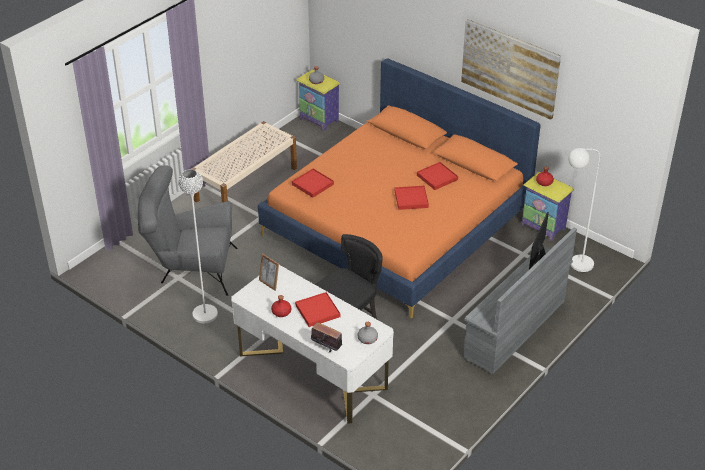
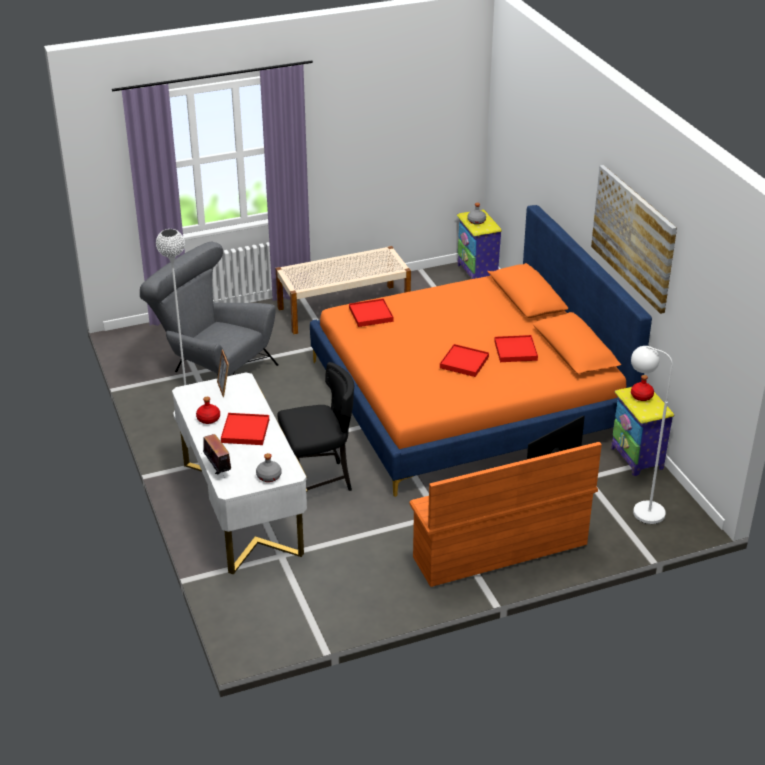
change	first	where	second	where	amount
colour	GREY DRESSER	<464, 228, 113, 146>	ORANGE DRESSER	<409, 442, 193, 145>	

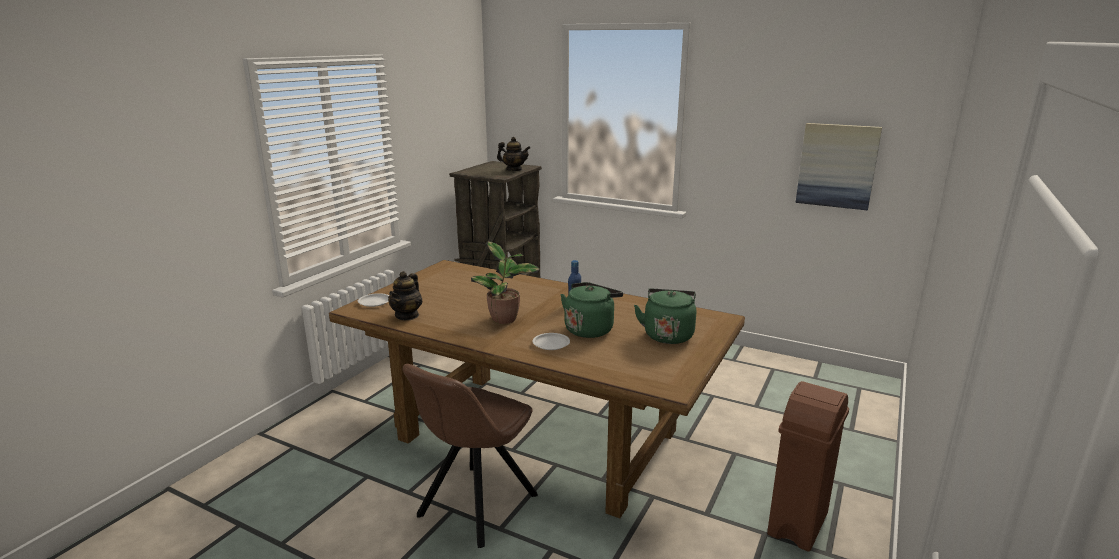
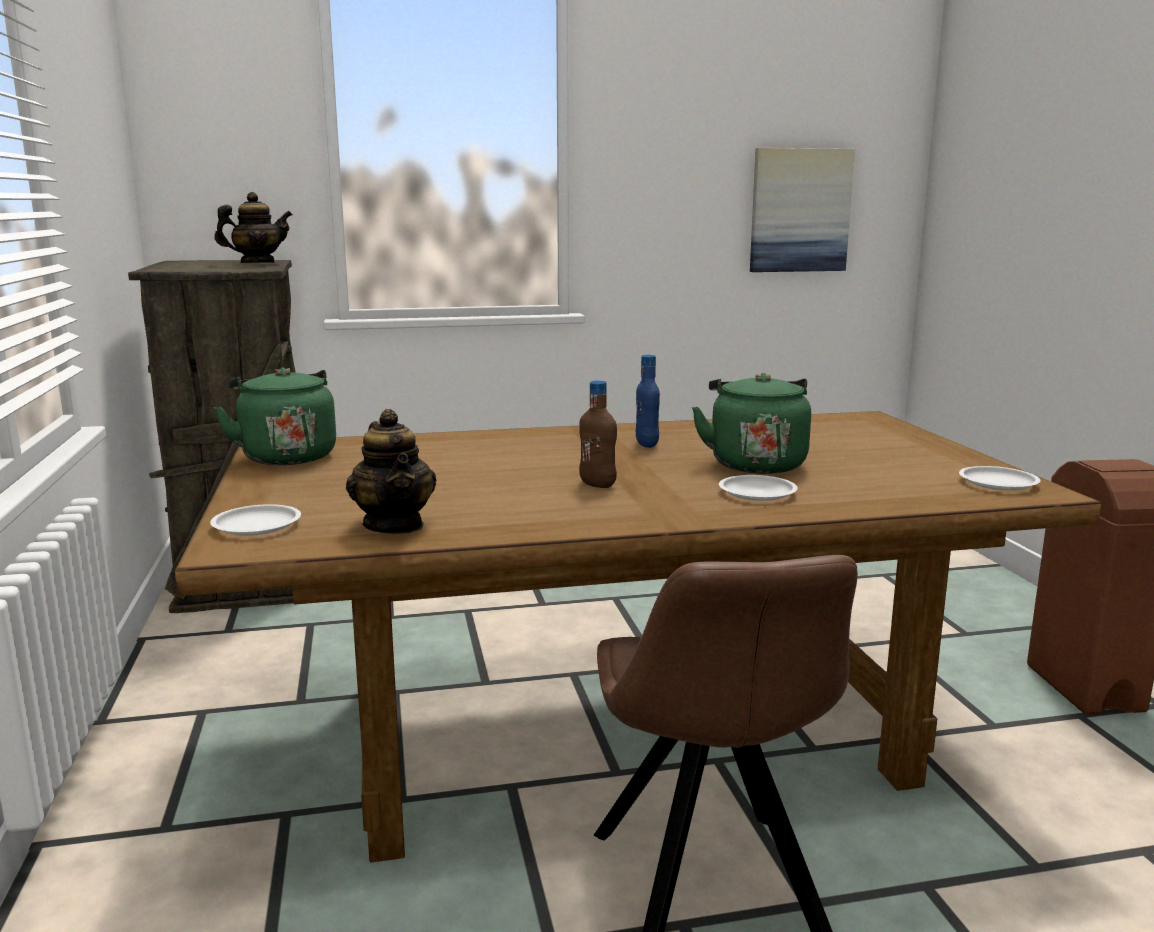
change	first	where	second	where	amount
relocated	GREEN KETTLE	<634, 289, 62, 55>		<214, 367, 122, 98>	
exchanged	POTTED PLANT	<471, 241, 69, 83>	BROWN BOTTLE	<579, 380, 38, 108>	
appeared			WHITE PLATE	<959, 466, 82, 25>	

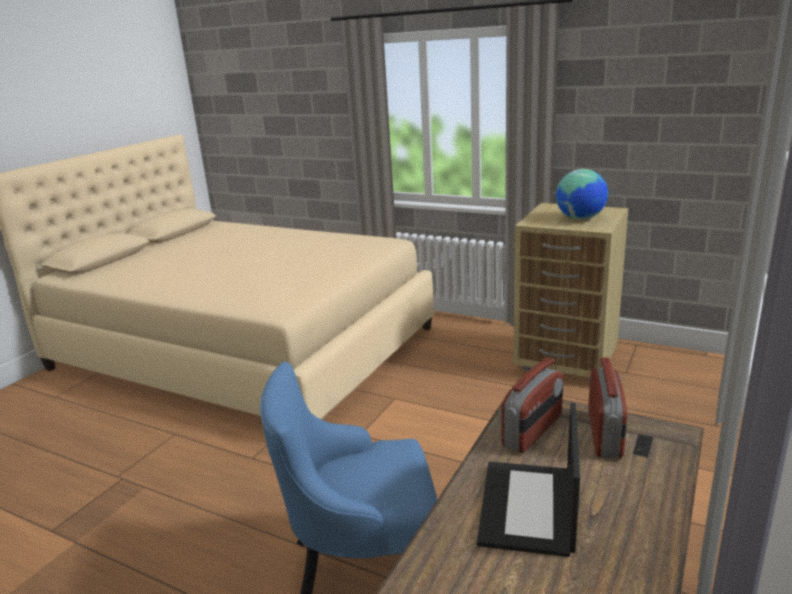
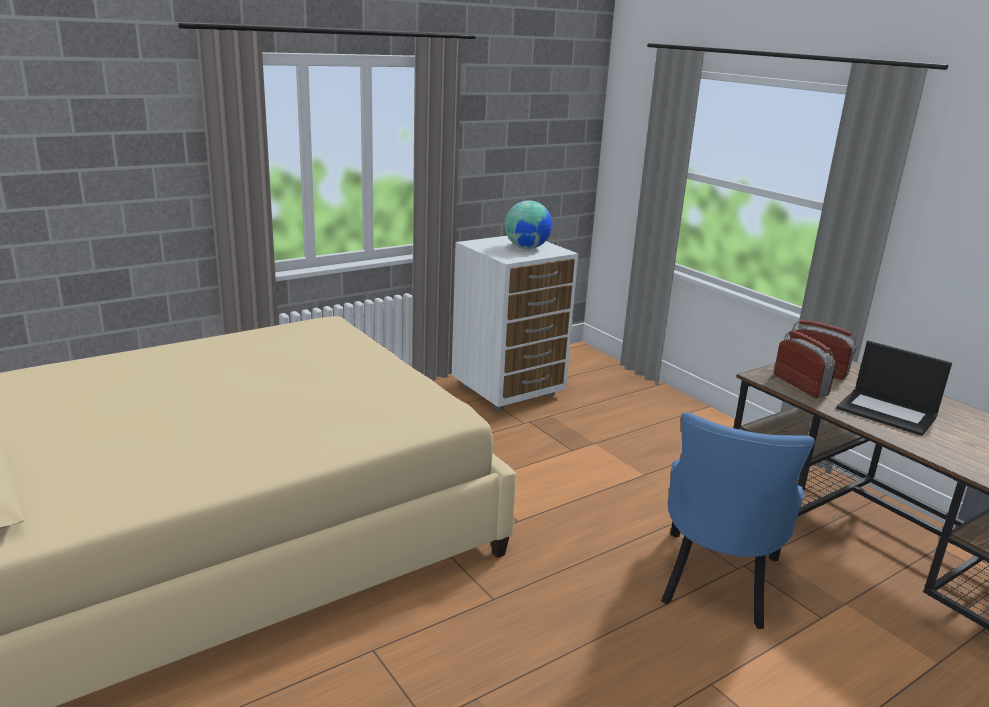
change	first	where	second	where	amount
colour	BROWN DRESSER	<513, 203, 115, 179>	WHITE DRESSER	<452, 236, 126, 175>	

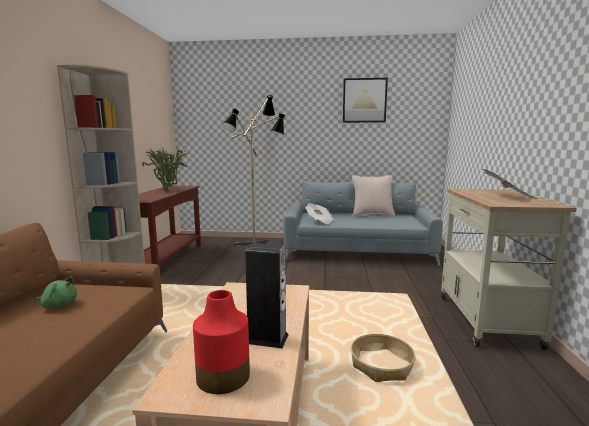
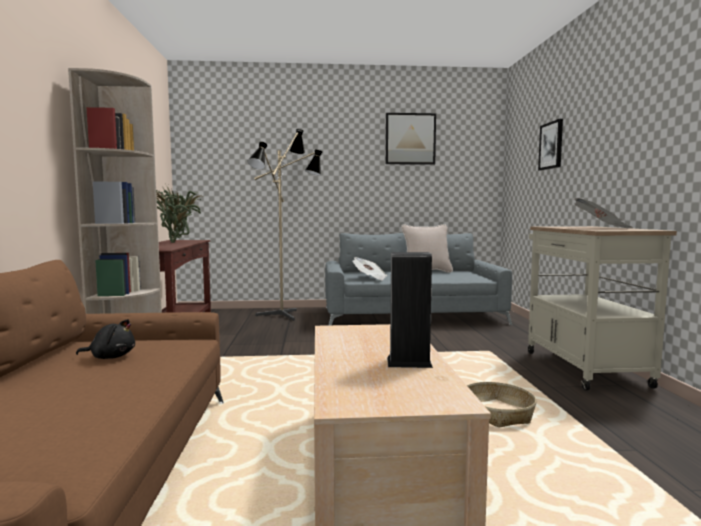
change	first	where	second	where	amount
colour	GREEN PLUSH TOY	<35, 276, 42, 32>	BLACK PLUSH TOY	<76, 319, 59, 40>	
appeared			PICTURE	<538, 119, 25, 52>	
missing	RED VASE	<193, 290, 57, 104>			

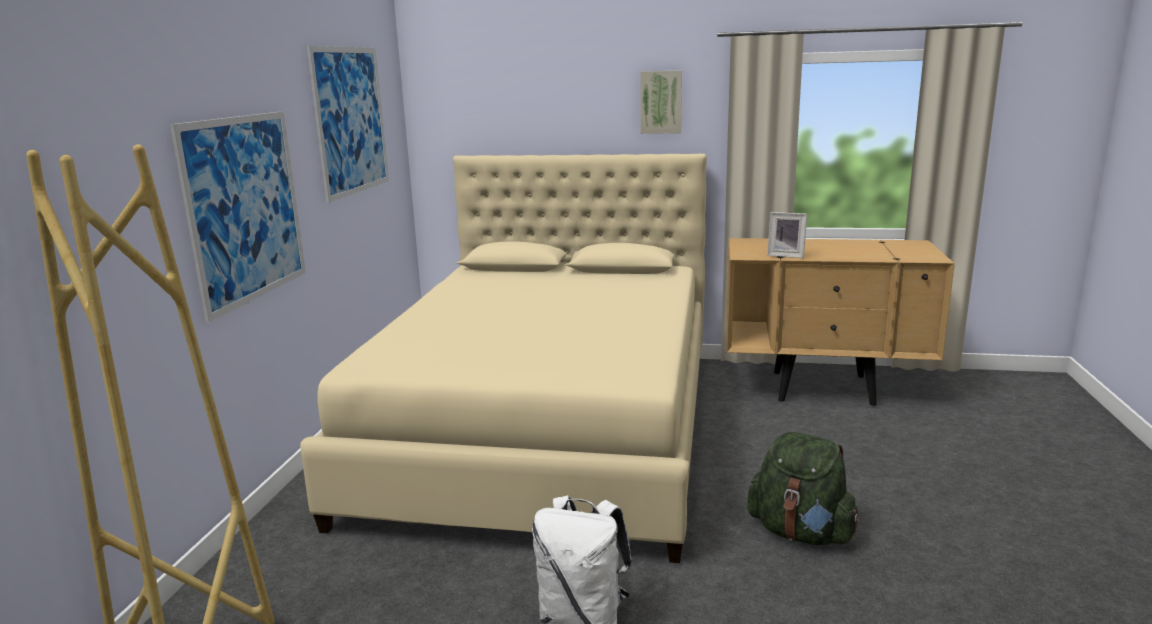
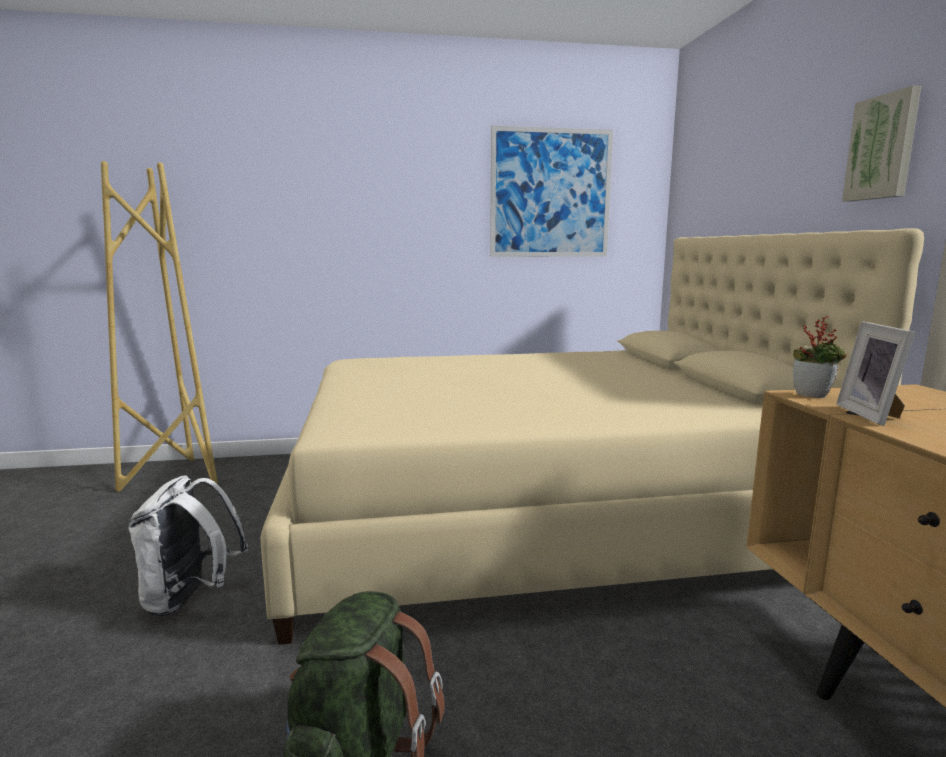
change	first	where	second	where	amount
appeared			POTTED PLANT	<793, 316, 54, 82>	
missing	PICTURE	<170, 111, 136, 211>			

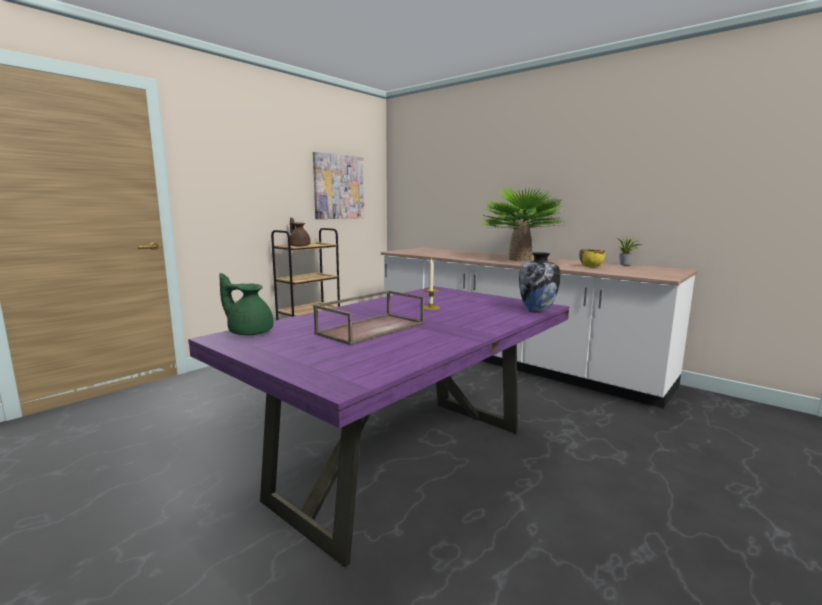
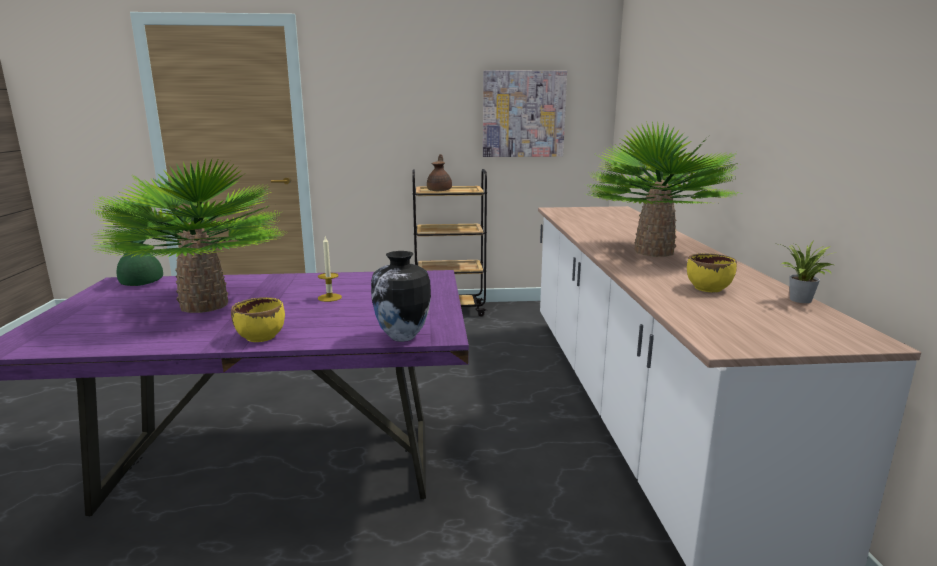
change	first	where	second	where	amount
exchanged	BROWN TRAY	<313, 290, 111, 55>	POTTED PLANT	<90, 158, 196, 155>	
appeared			YELLOW BOWL	<231, 297, 54, 45>	

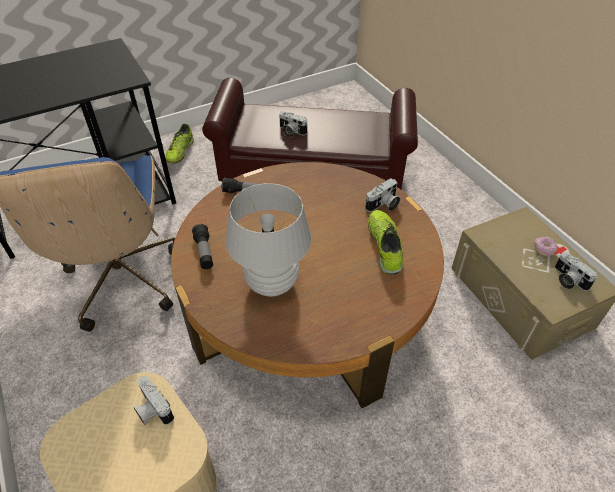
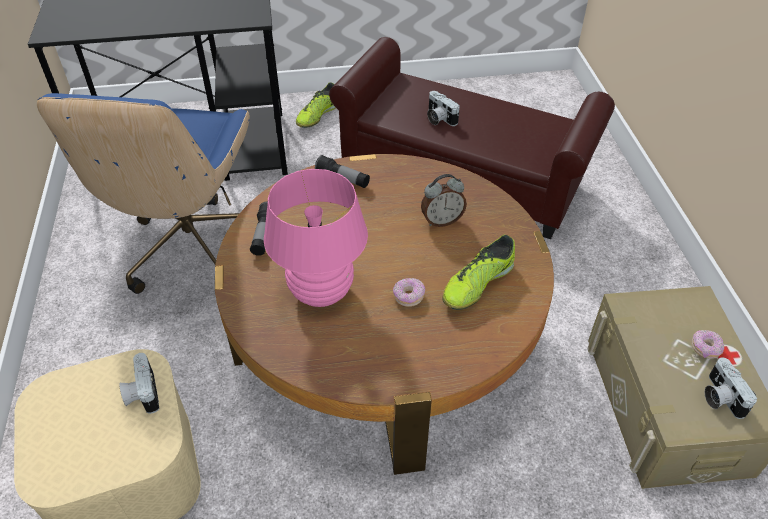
change	first	where	second	where	amount
colour	WHITE TABLE LAMP	<225, 183, 87, 114>	PINK TABLE LAMP	<264, 169, 104, 138>	
appeared			DONUT	<393, 278, 32, 29>	
appeared			ALARM CLOCK	<421, 174, 46, 53>	
spun	SHOE	<368, 210, 35, 64>		<443, 235, 72, 75>	150 degrees counterclockwise
missing	PHOTO CAMERA	<365, 178, 35, 34>			

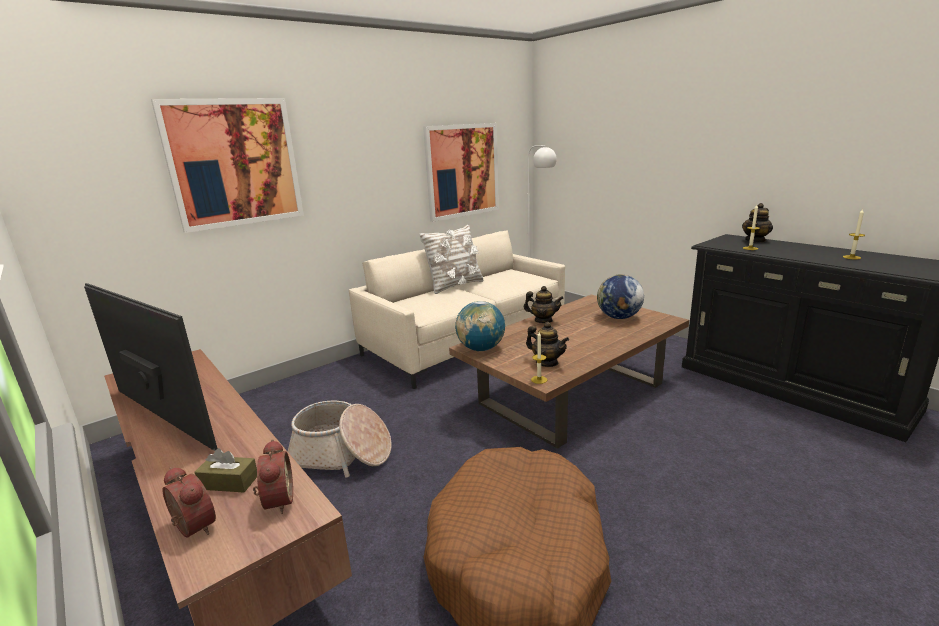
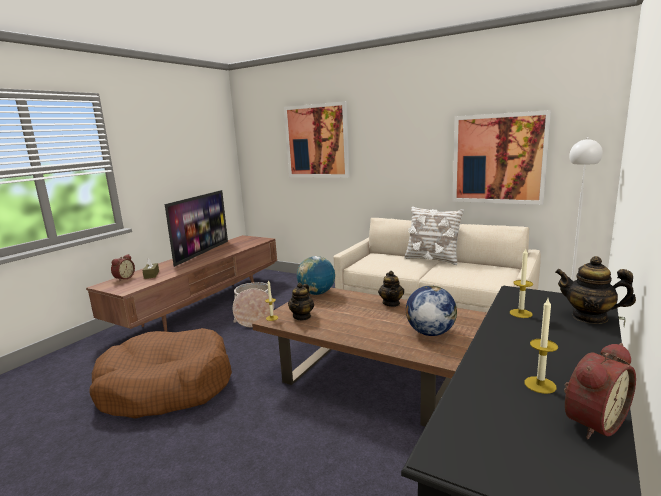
change	first	where	second	where	amount
relocated	ALARM CLOCK	<253, 439, 40, 75>		<564, 343, 72, 96>	

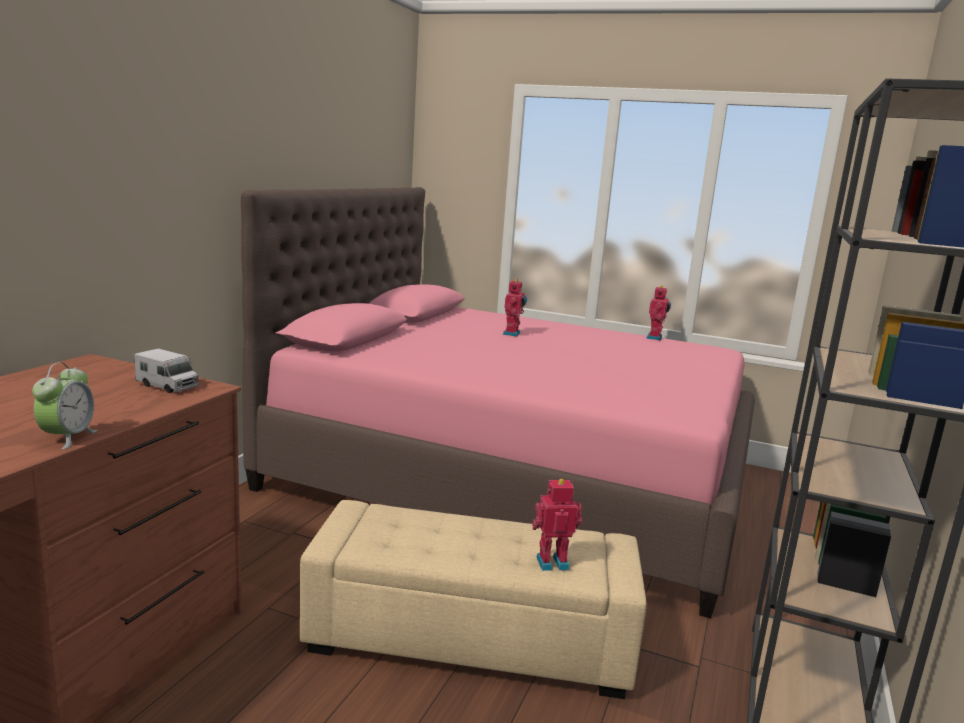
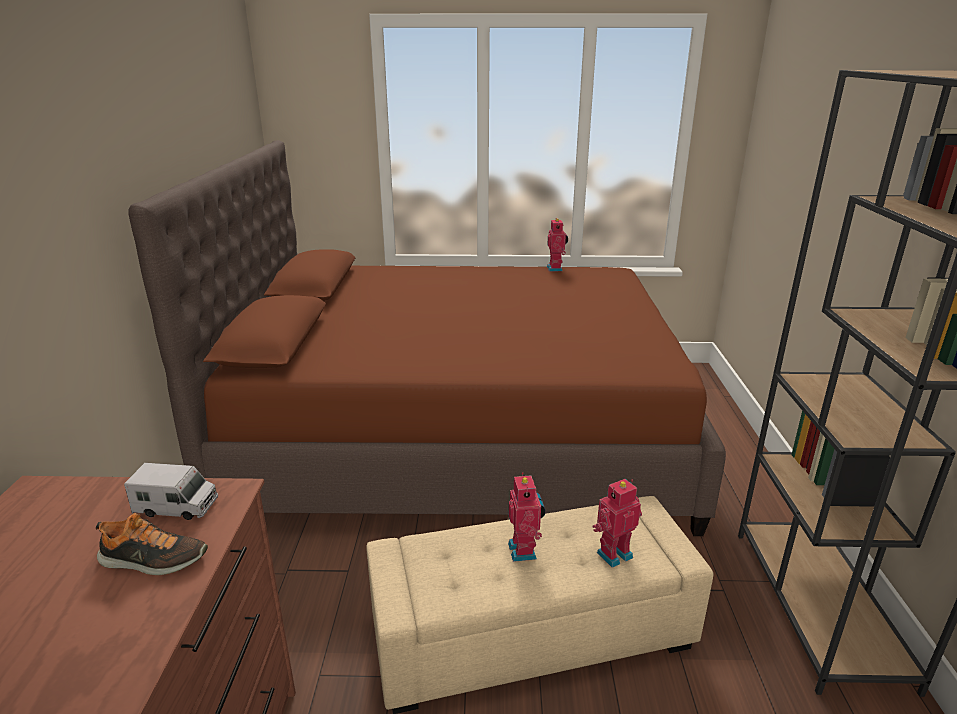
change	first	where	second	where	amount
appeared			SHOE	<96, 513, 112, 62>	
colour	PINK BED	<241, 187, 514, 431>	BROWN BED	<128, 140, 598, 396>	
relocated	TOY ROBOT	<503, 279, 24, 57>		<508, 472, 38, 90>	
missing	ALARM CLOCK	<32, 362, 66, 87>			

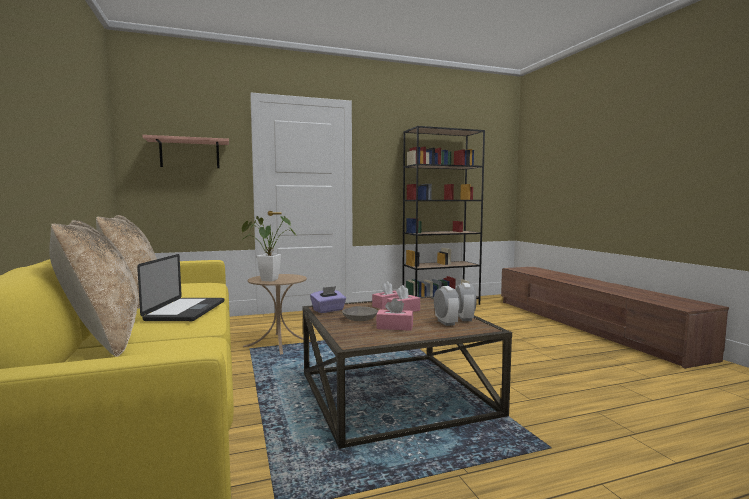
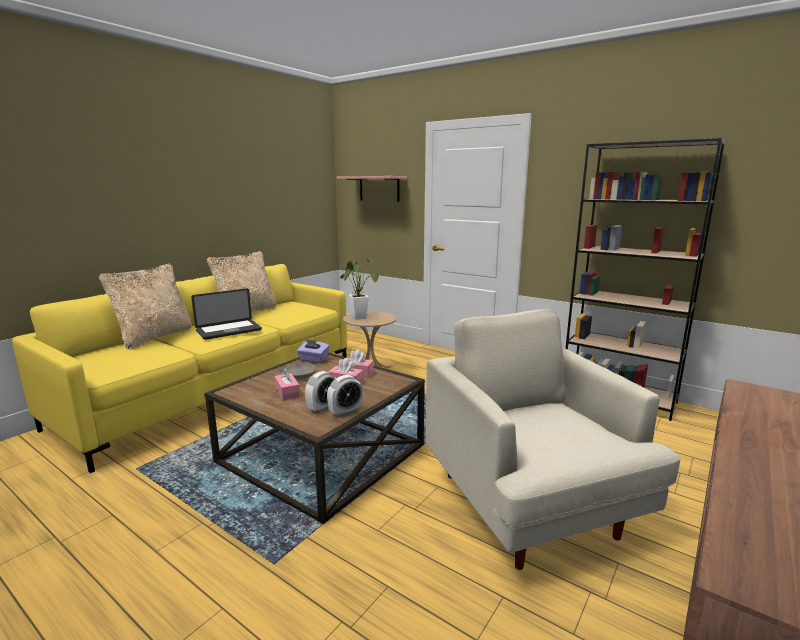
change	first	where	second	where	amount
appeared			BEIGE ARMCHAIR	<425, 309, 255, 261>	

